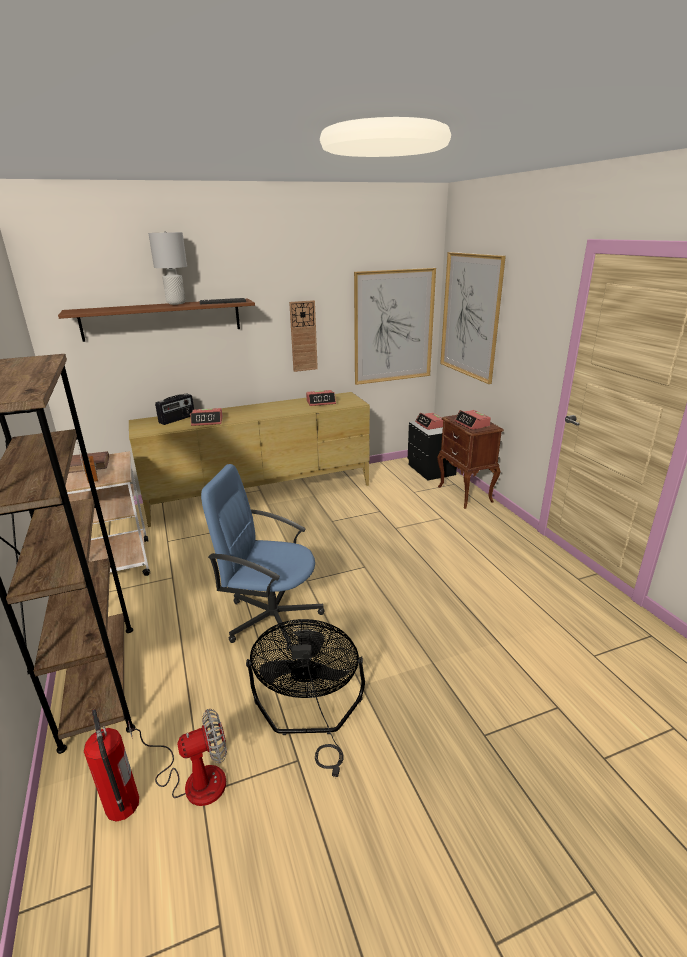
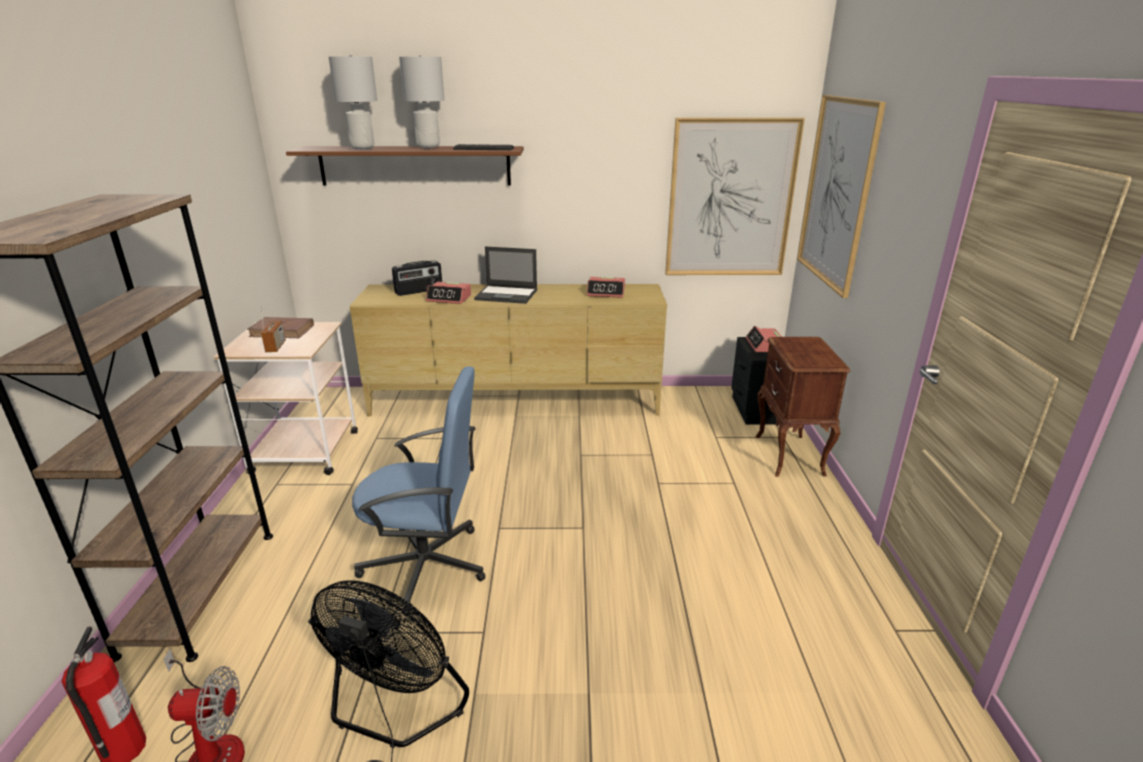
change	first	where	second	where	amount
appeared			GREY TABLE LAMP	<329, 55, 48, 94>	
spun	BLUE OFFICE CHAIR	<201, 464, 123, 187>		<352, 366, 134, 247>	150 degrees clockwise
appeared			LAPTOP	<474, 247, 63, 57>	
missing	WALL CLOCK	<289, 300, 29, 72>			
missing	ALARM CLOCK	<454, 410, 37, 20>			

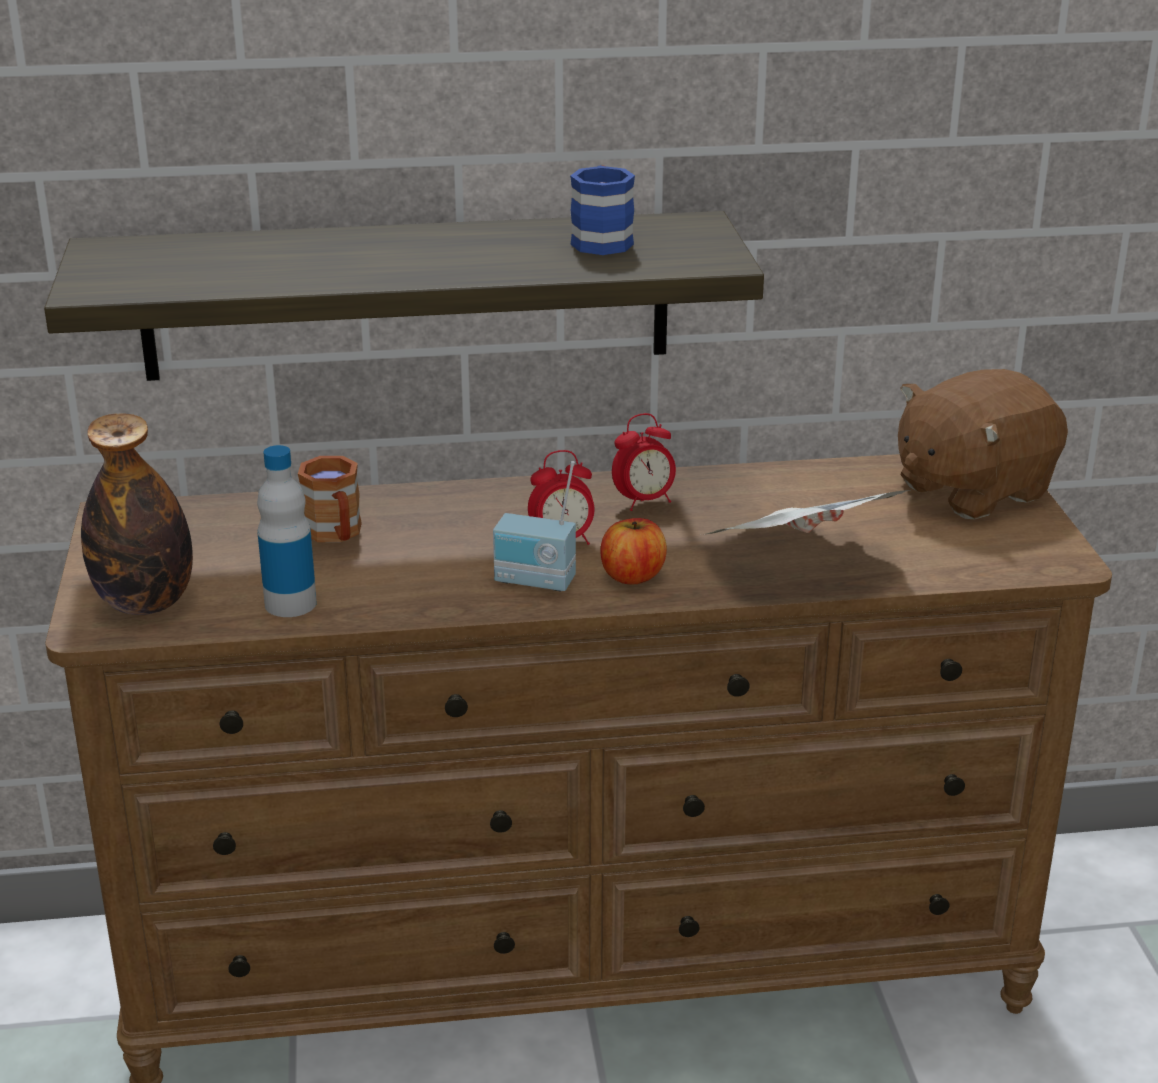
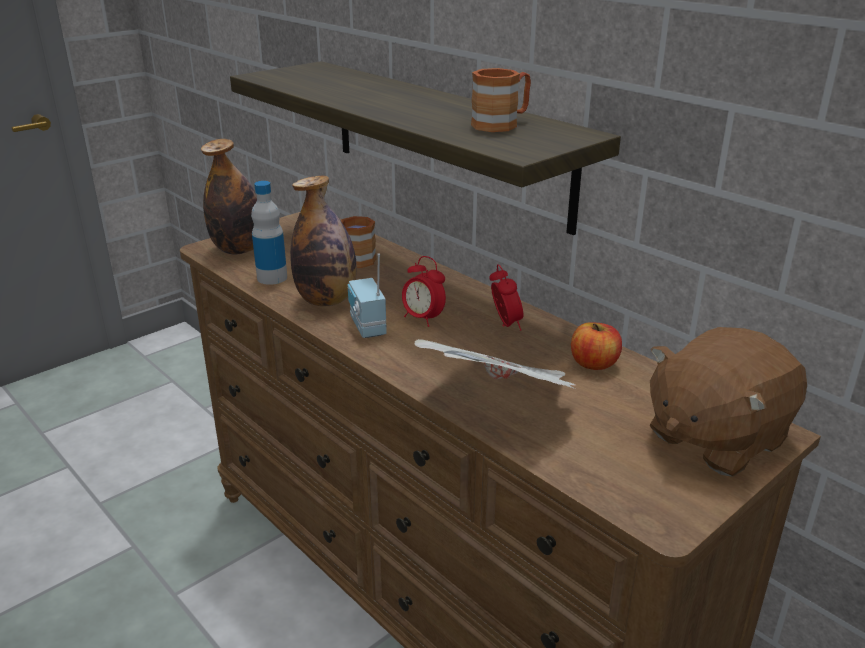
change	first	where	second	where	amount
appeared			BOTTLE	<290, 176, 67, 130>	
colour	BLUE MUG	<570, 165, 65, 90>	BROWN MUG	<471, 68, 60, 64>	
spun	ALARM CLOCK	<612, 413, 64, 98>		<489, 264, 34, 67>	135 degrees counterclockwise
relocated	APPLE	<601, 518, 66, 67>		<571, 322, 51, 48>	
spun	BROWN PLUSH TOY	<898, 369, 170, 150>		<650, 327, 157, 150>	60 degrees counterclockwise

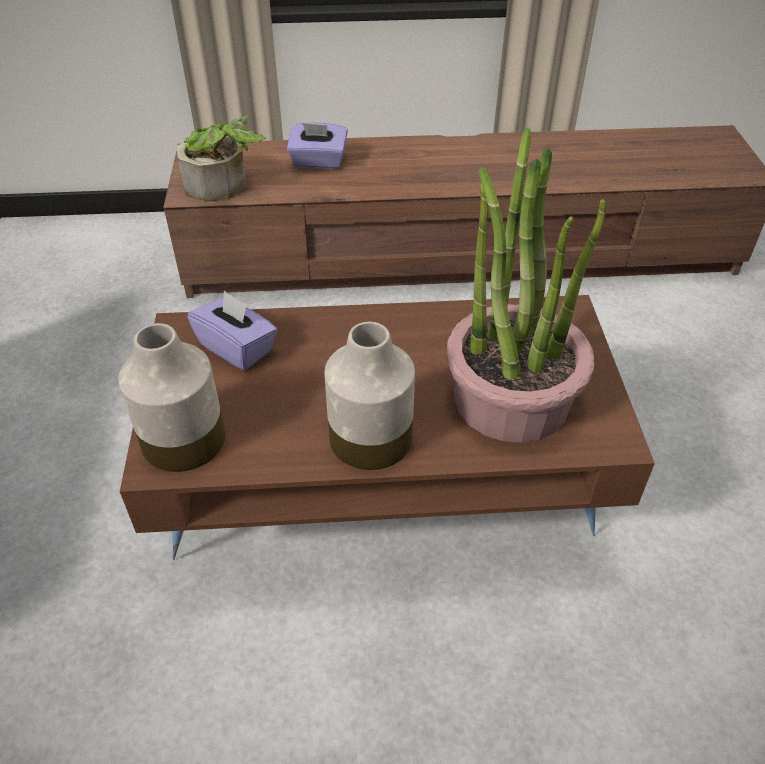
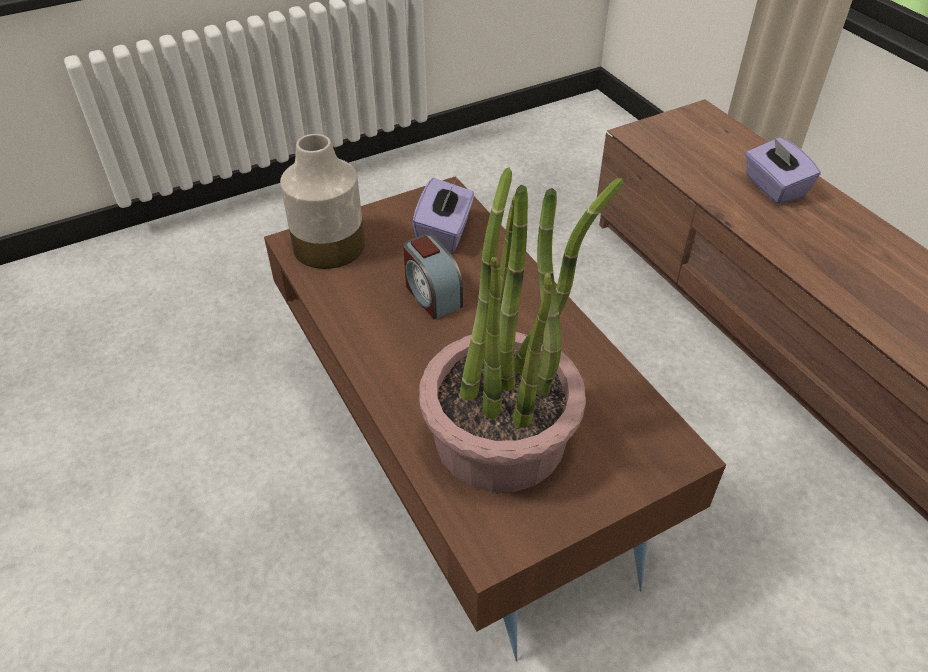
change	first	where	second	where	amount
appeared			ALARM CLOCK	<403, 234, 60, 85>	
missing	POTTED PLANT	<176, 116, 90, 86>			
missing	BEIGE VASE	<324, 322, 91, 148>			

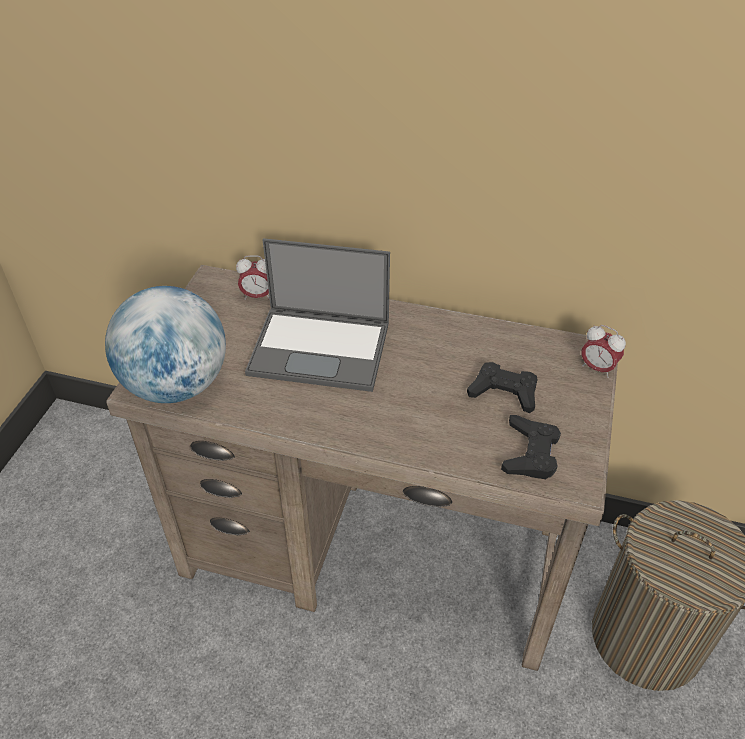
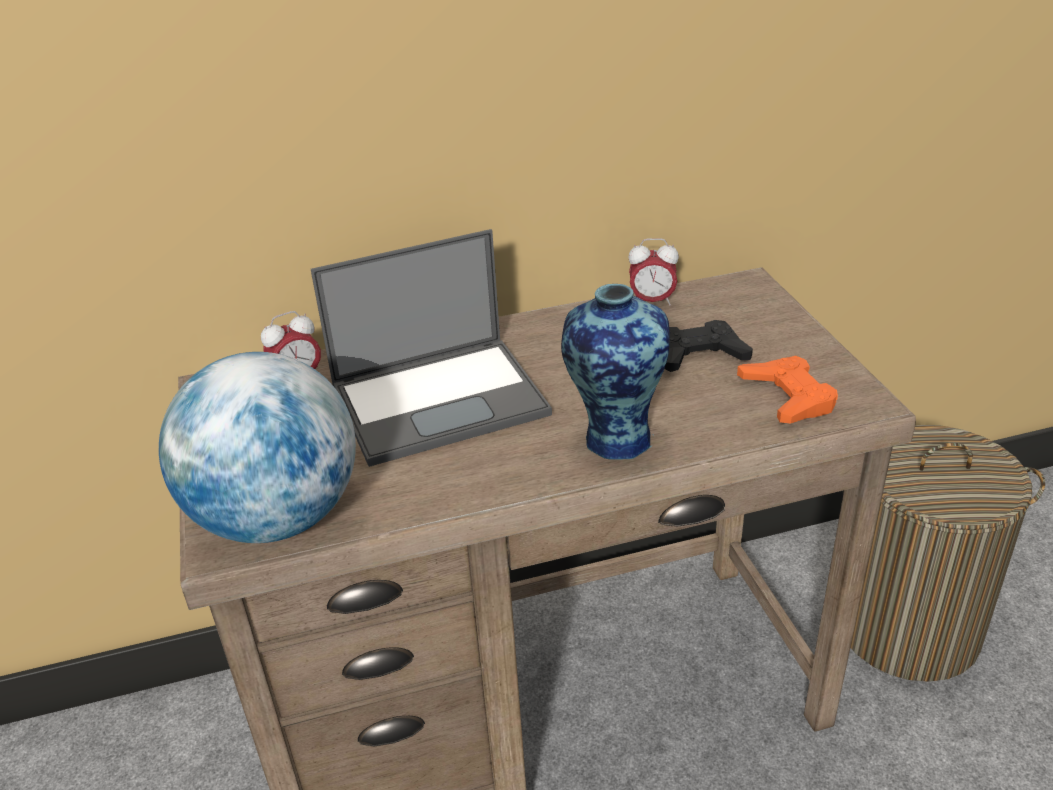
change	first	where	second	where	amount
appeared			VASE	<561, 284, 109, 176>	
relocated	ALARM CLOCK	<581, 325, 45, 53>		<628, 238, 51, 68>	
colour	BLACK GAME CONTROLLER	<501, 415, 60, 64>	ORANGE GAME CONTROLLER	<737, 356, 101, 68>	

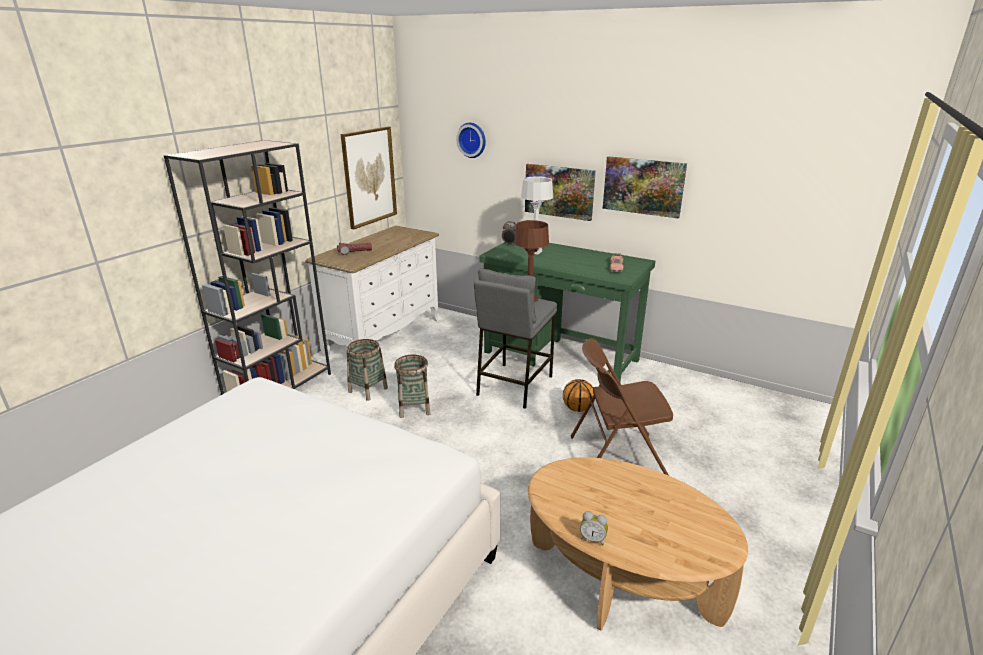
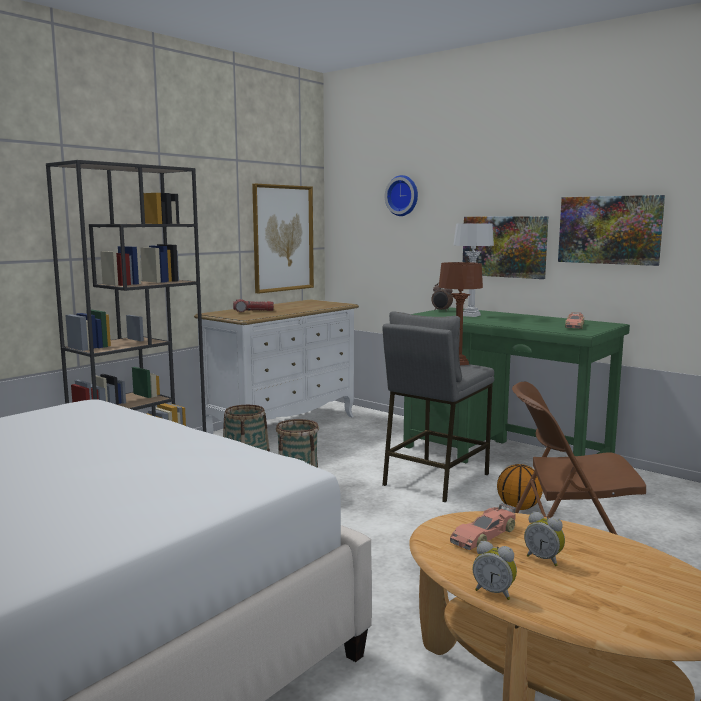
change	first	where	second	where	amount
appeared			TOY CAR	<450, 503, 66, 47>	
appeared			ALARM CLOCK	<524, 511, 41, 55>	

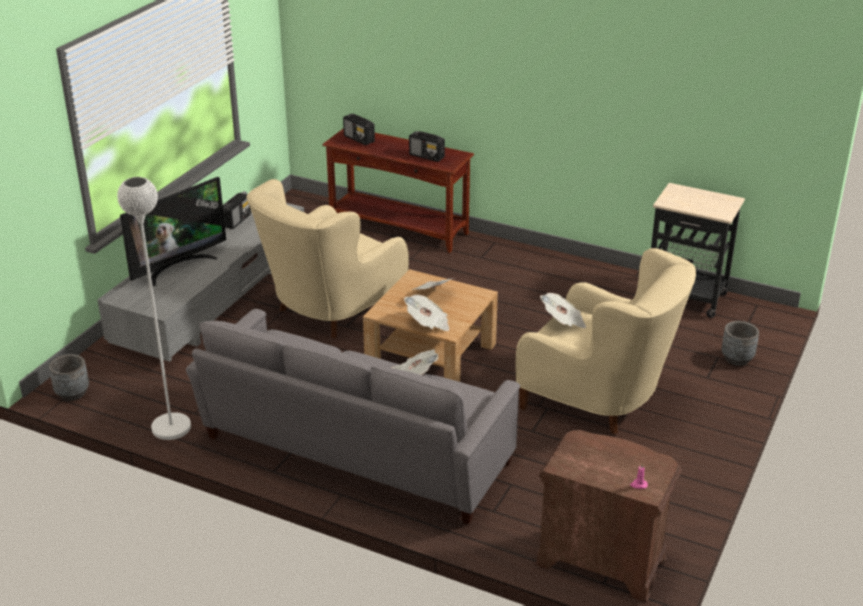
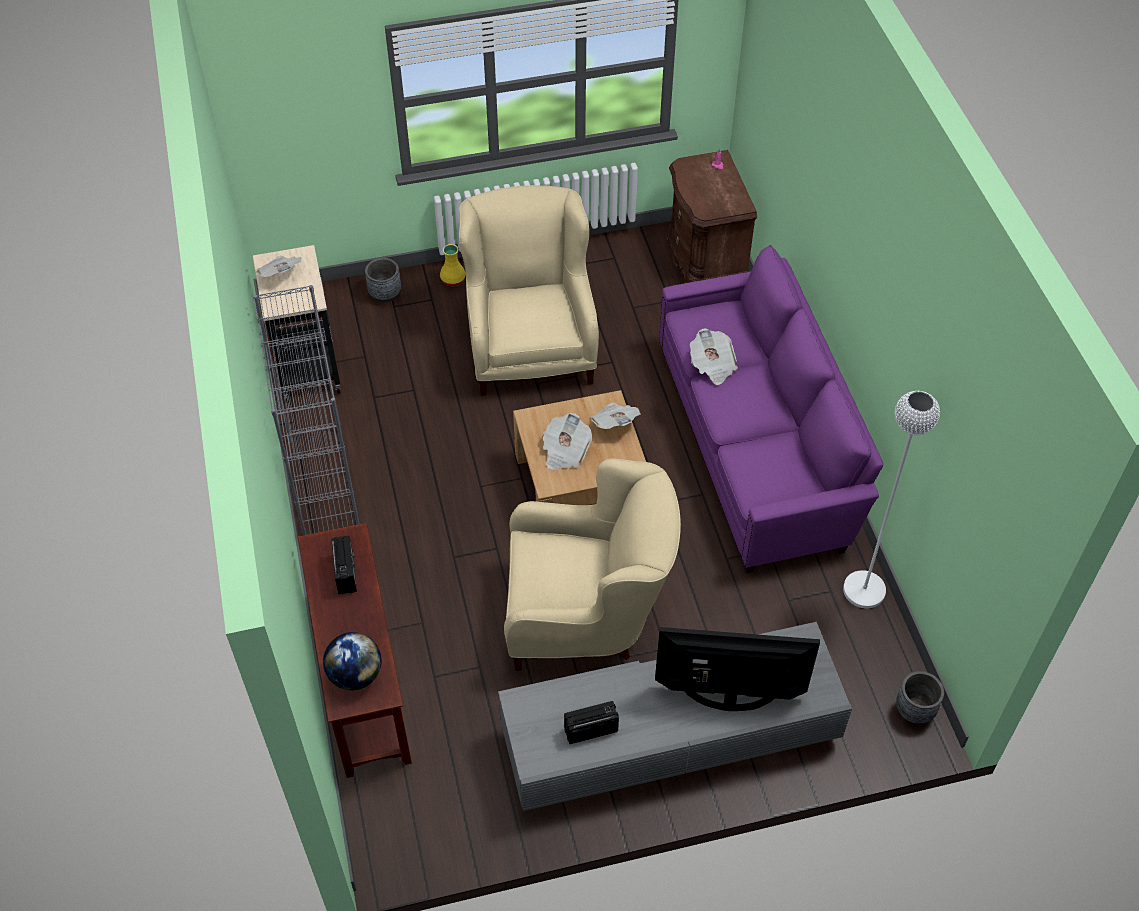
change	first	where	second	where	amount
appeared			GREY BOOKCASE	<253, 285, 107, 250>	
relocated	NEWSPAPER	<540, 293, 47, 35>		<256, 256, 46, 21>	
exchanged	RADIO	<343, 114, 32, 31>	GLOBE	<323, 632, 58, 58>	
appeared			YELLOW VASE	<440, 244, 26, 42>	
colour	GREY SOFA	<186, 309, 334, 216>	PURPLE SOFA	<659, 245, 224, 328>	

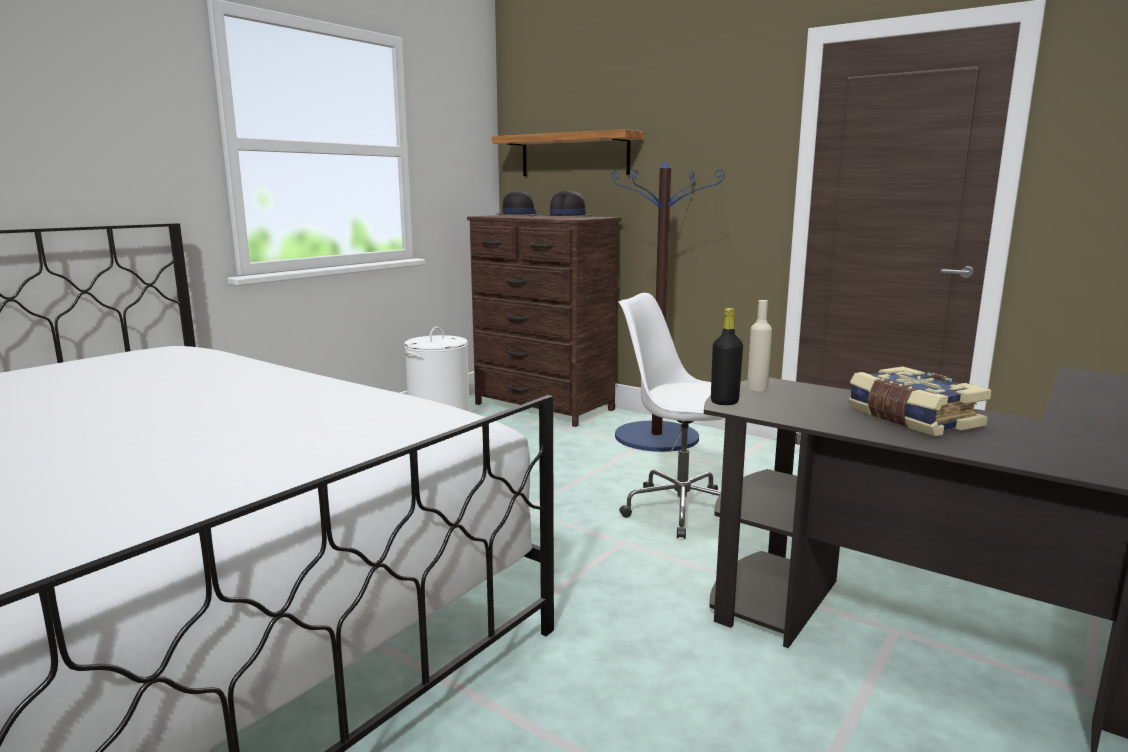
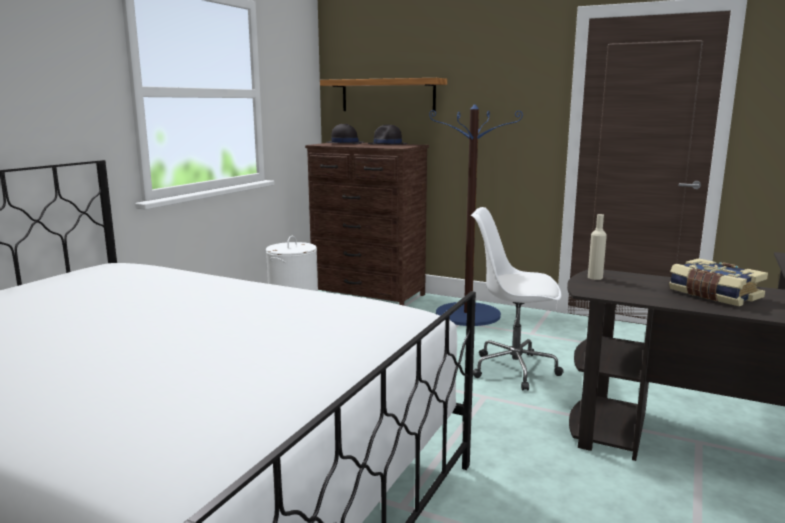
change	first	where	second	where	amount
missing	BLACK BOTTLE	<711, 308, 32, 97>			

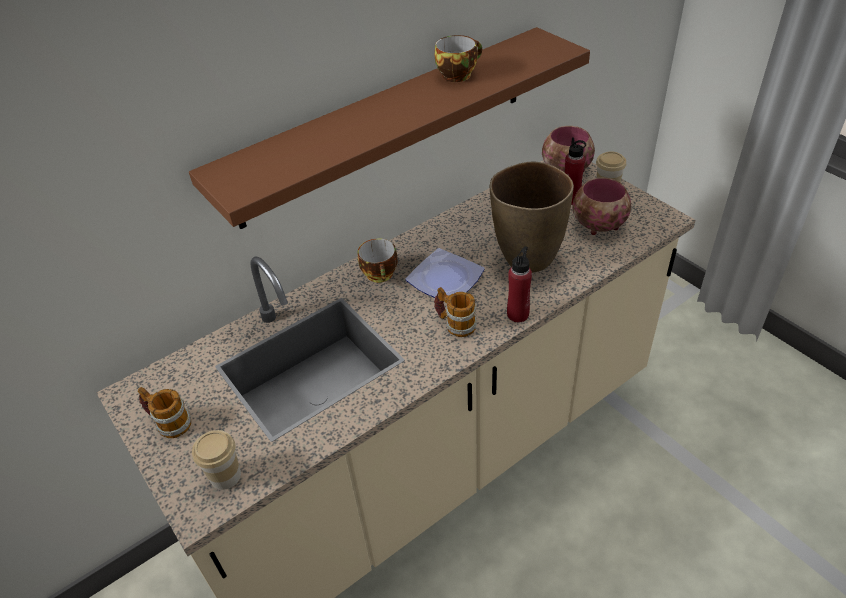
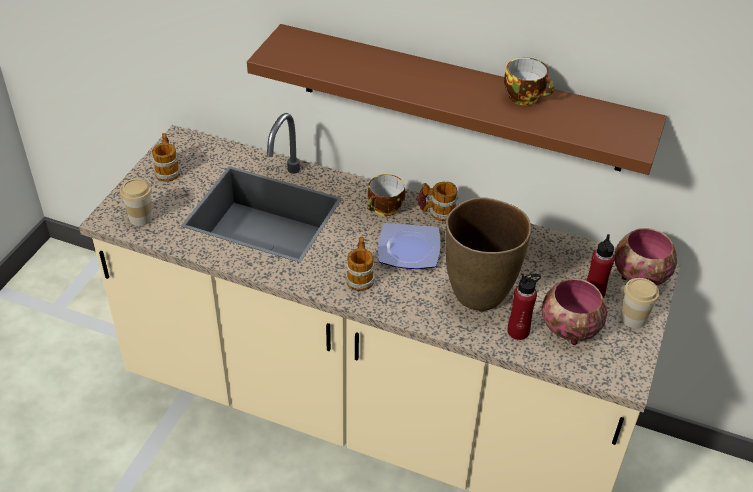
change	first	where	second	where	amount
appeared			MUG	<417, 182, 41, 39>	
relocated	RED BOTTLE	<507, 246, 25, 76>		<508, 274, 33, 66>	

